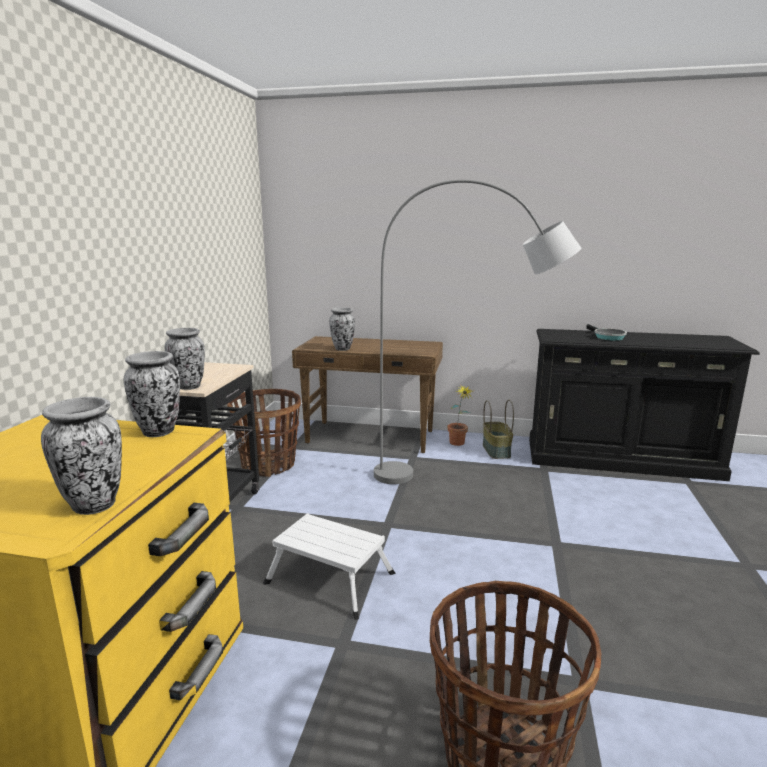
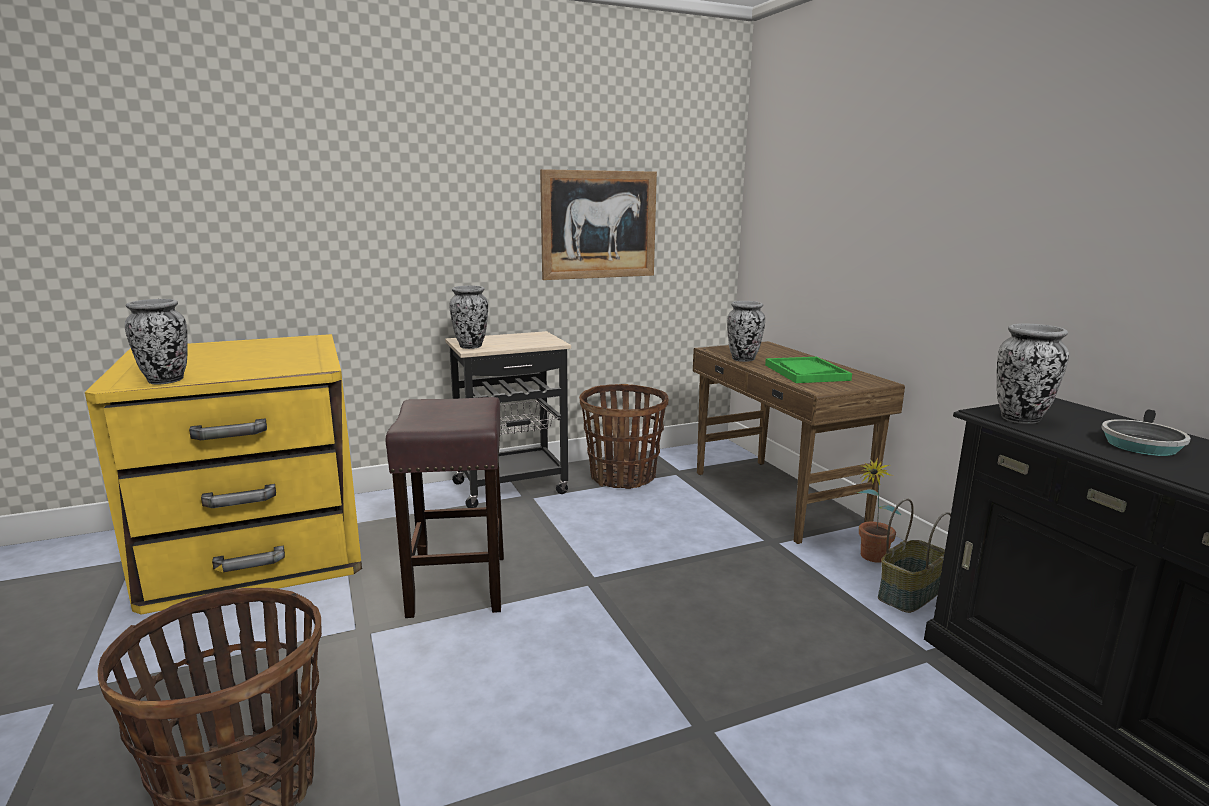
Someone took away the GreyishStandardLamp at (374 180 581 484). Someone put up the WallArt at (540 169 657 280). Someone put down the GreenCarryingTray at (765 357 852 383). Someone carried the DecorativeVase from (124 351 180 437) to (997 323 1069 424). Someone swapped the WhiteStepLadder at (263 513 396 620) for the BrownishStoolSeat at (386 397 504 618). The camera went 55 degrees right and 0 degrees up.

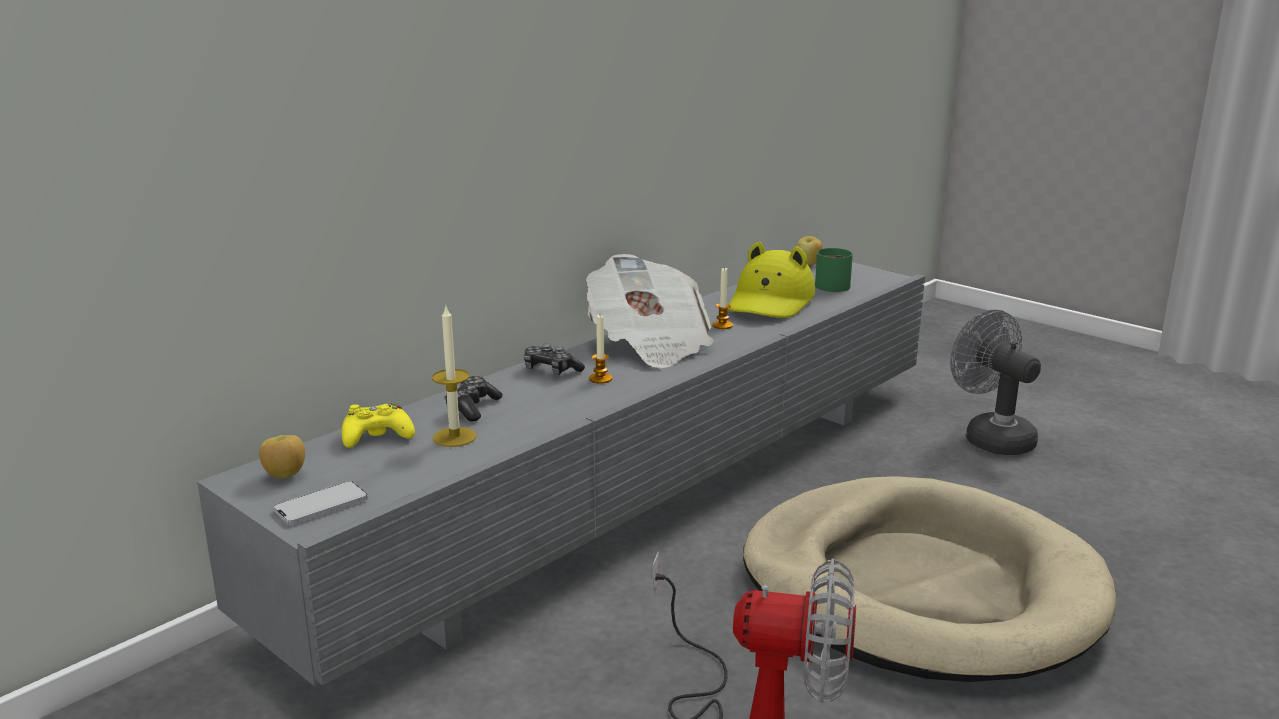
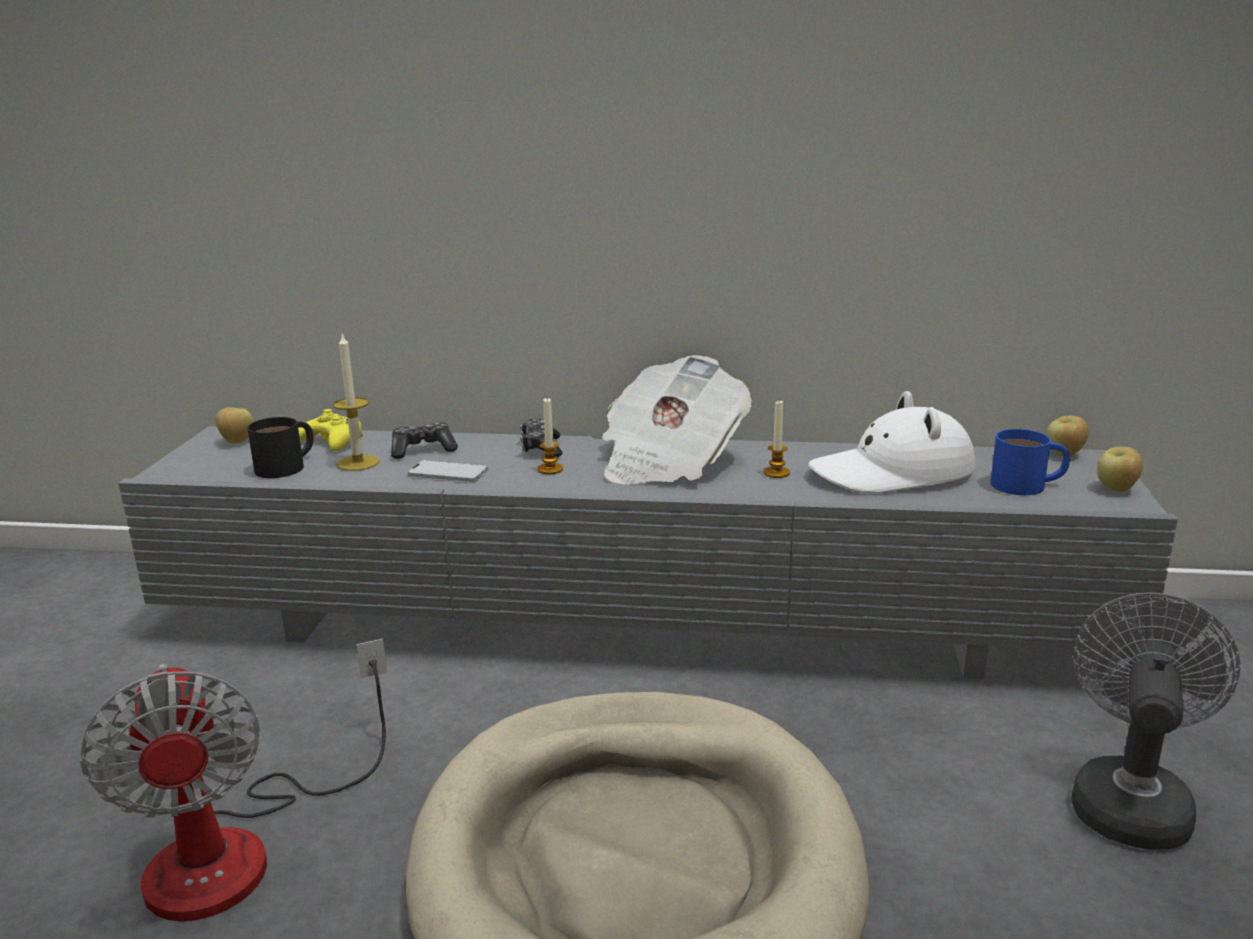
Someone put down the BlackishMug at (247 417 313 478). Someone put down the Apple at (1097 447 1143 492). Someone carried the Phone from (273 481 368 525) to (407 460 488 482). Someone repainted the YellowishClothingHat at (728 242 815 318), which became the WhiteClothingHat at (808 391 975 493). Someone repainted the GreenMug at (815 248 853 292), which became the BlueColouredMug at (990 429 1070 495). The camera went 55 degrees right and 0 degrees up.

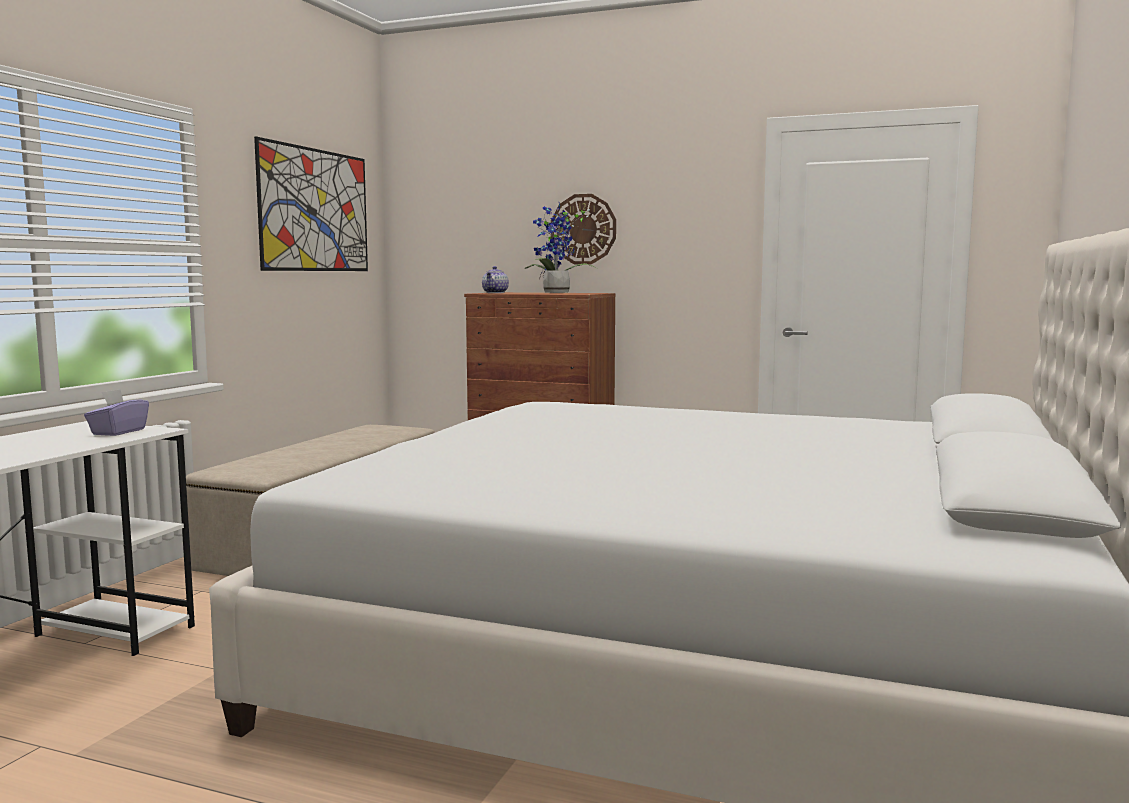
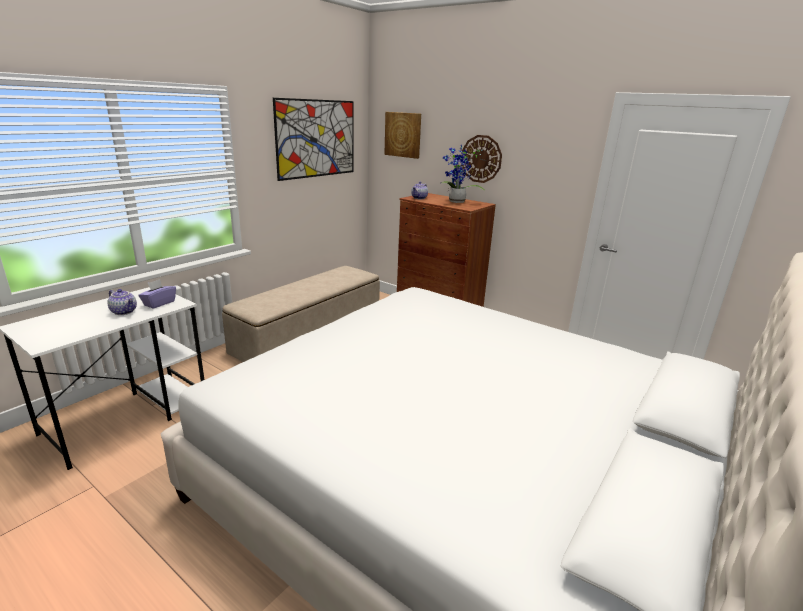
Someone put down the PotForTea at (107 289 137 315). Someone put up the WallArt at (384 112 421 159). The camera went 15 degrees right and 15 degrees up.

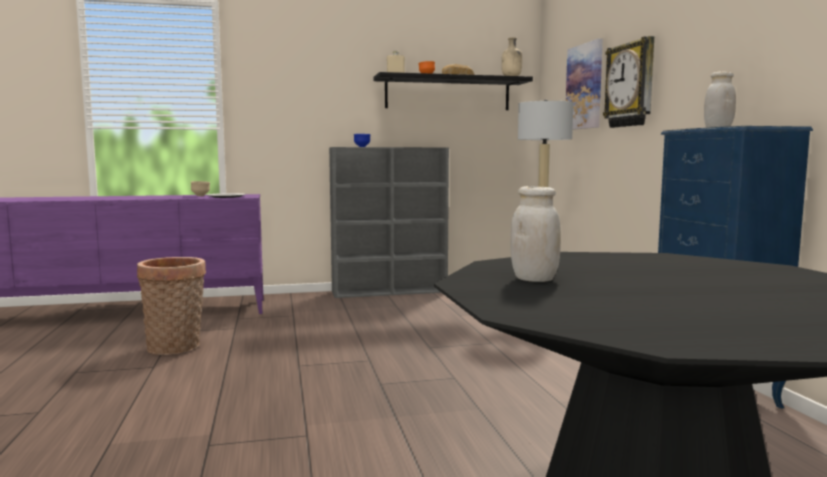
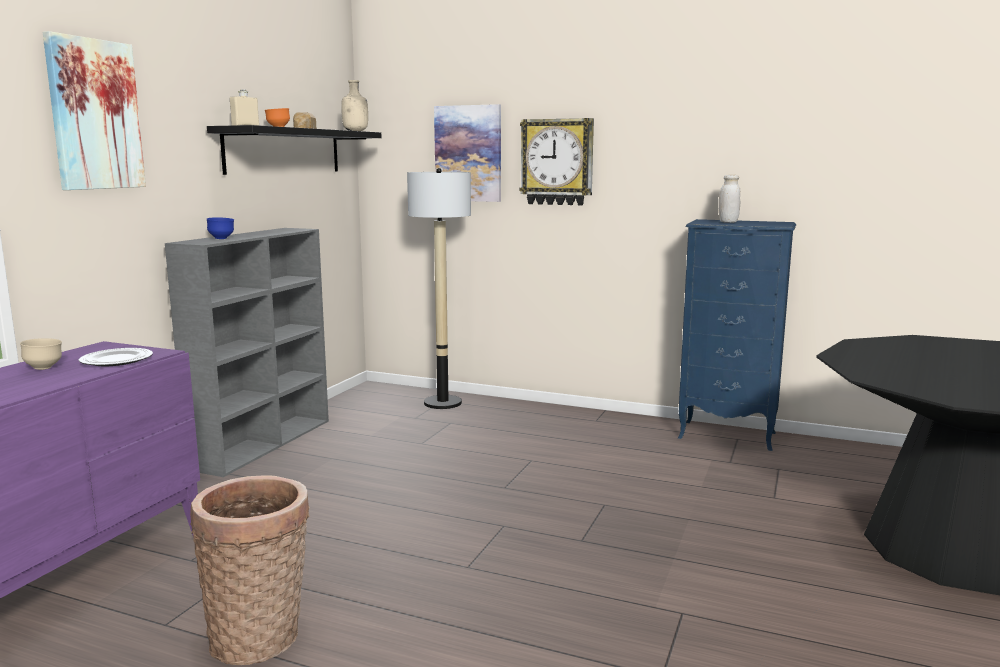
Someone took away the WhiteJar at (510 186 561 282). Someone put up the WallArt at (43 31 146 190). The camera went 55 degrees left and 5 degrees up.

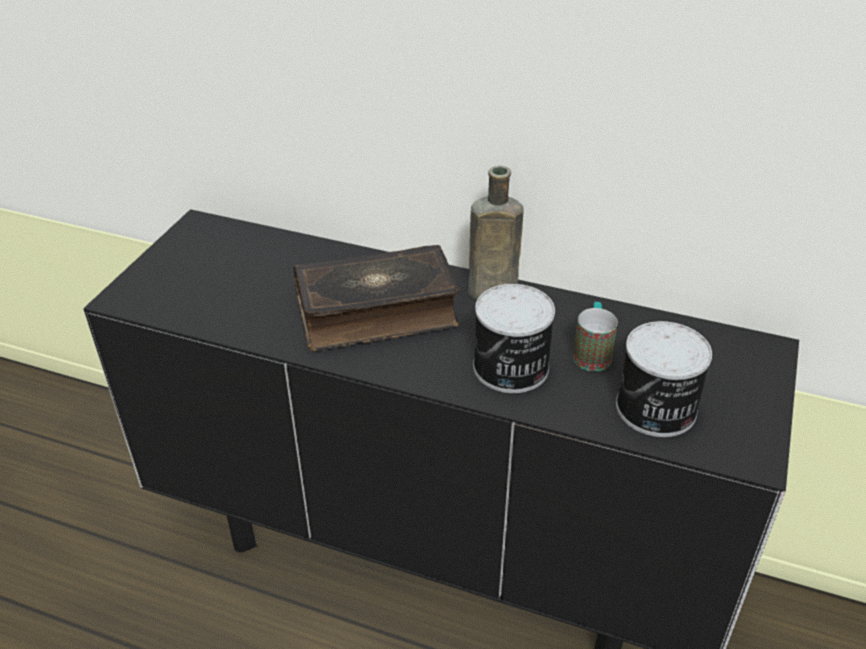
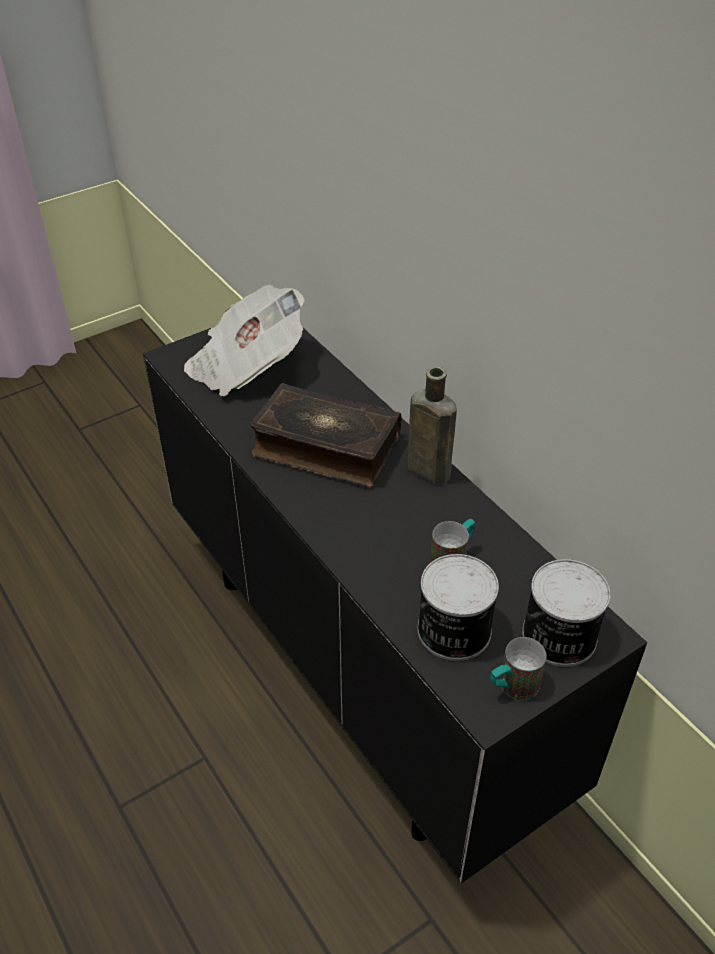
Someone put down the PrintedPaper at (184 285 305 397). Someone put down the Mug at (490 637 547 700). Someone carried the MetalCan from (473 284 555 393) to (522 559 611 667). The camera went 35 degrees right and 5 degrees up.

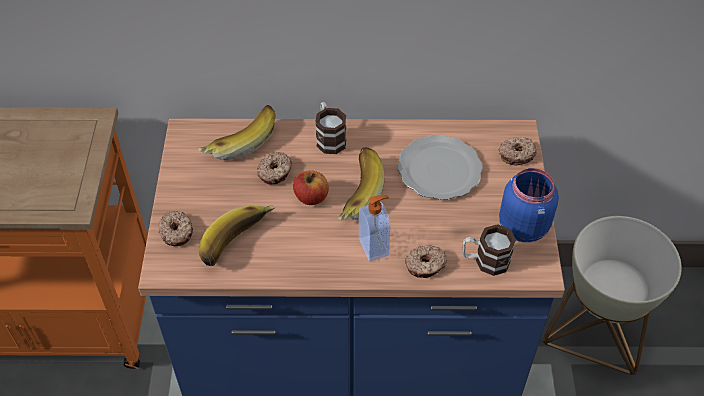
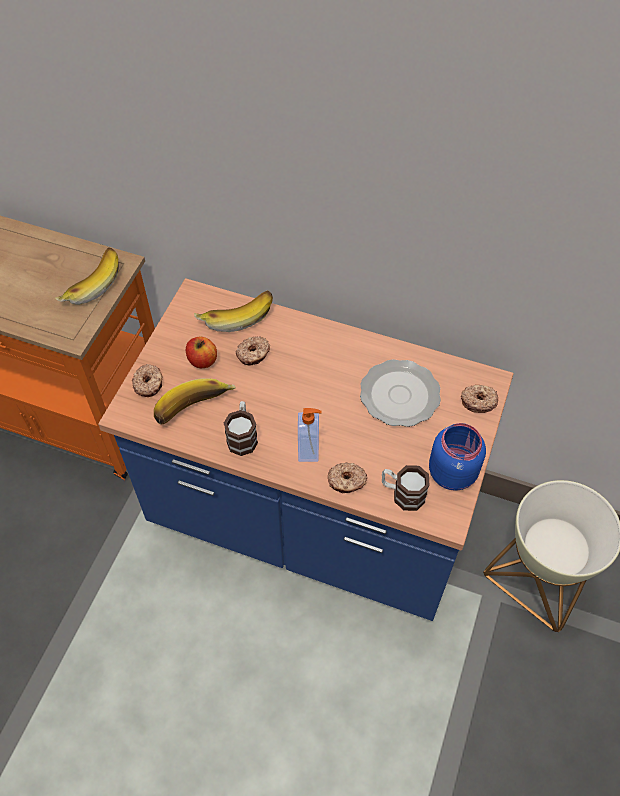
Someone carried the Apple from (293 170 329 205) to (186 337 217 368). Someone carried the Mug from (315 102 346 154) to (224 401 258 456). Someone carried the WholeBanana from (336 147 384 220) to (55 248 119 305). The camera went 20 degrees right and 5 degrees up.

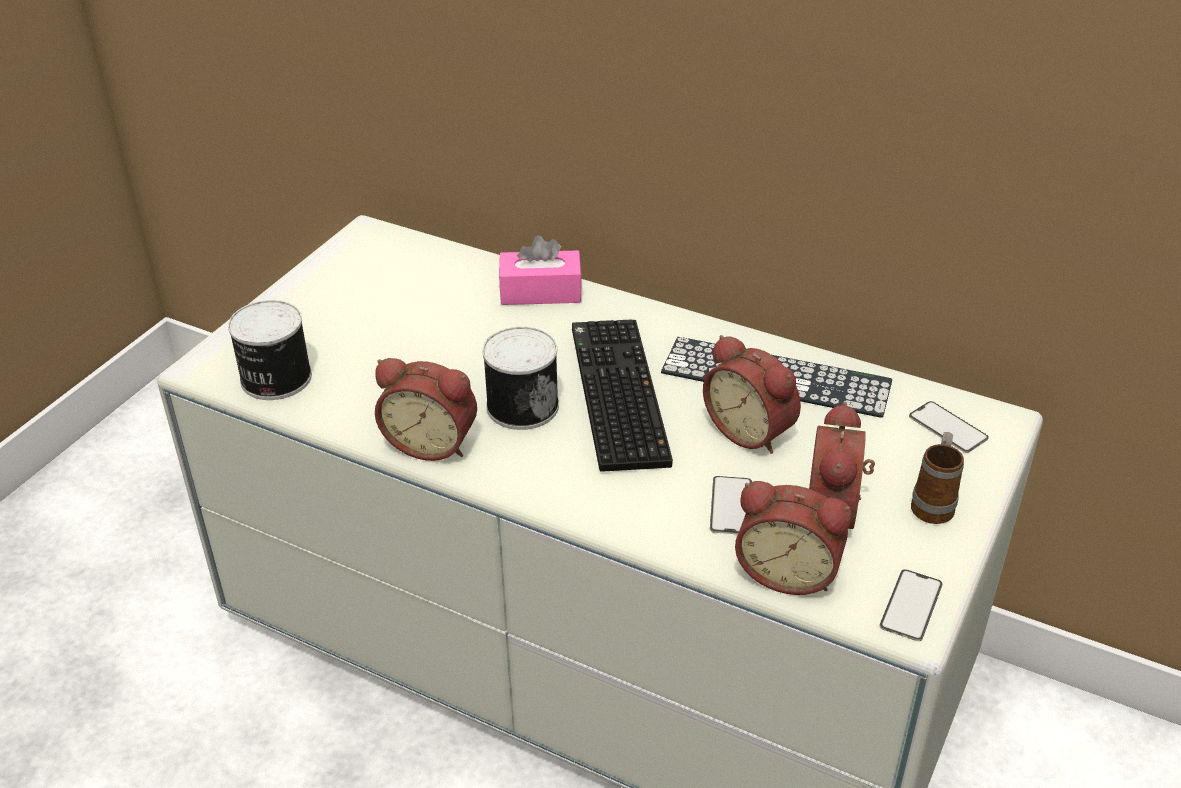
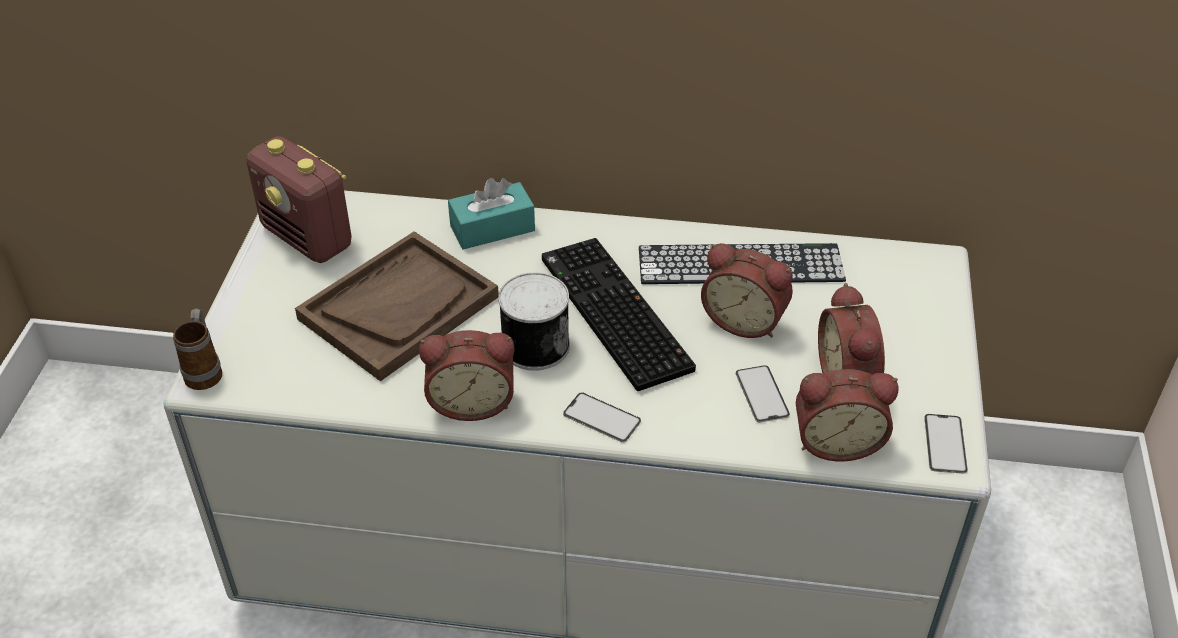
Someone took away the MetalCan at (228 300 312 400). Someone put down the Radio at (247 136 352 263). Someone put down the BrownishCarryingTray at (295 231 499 381). Someone carried the Phone from (909 401 989 453) to (563 392 641 443). Someone carried the Mug from (911 432 964 524) to (173 308 222 390). Someone repainted the PinkTissueBox at (499 235 582 305), which became the BlueGreenTissueBox at (448 178 535 250). The camera went 20 degrees left and 5 degrees up.

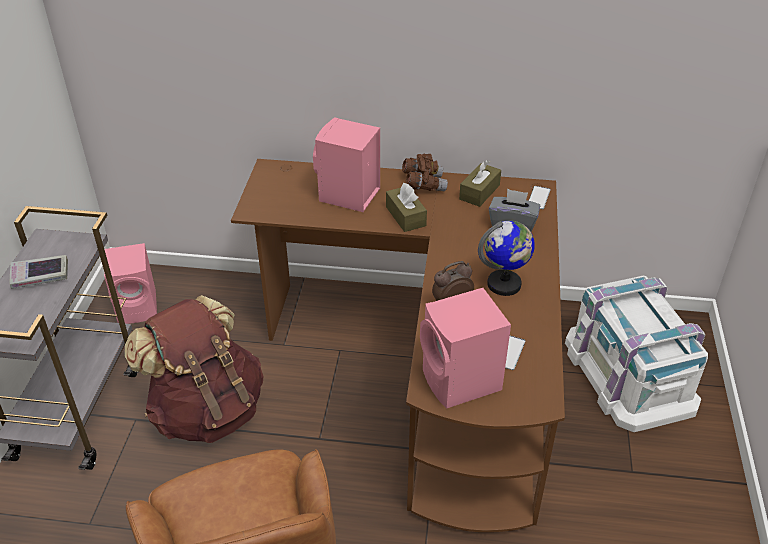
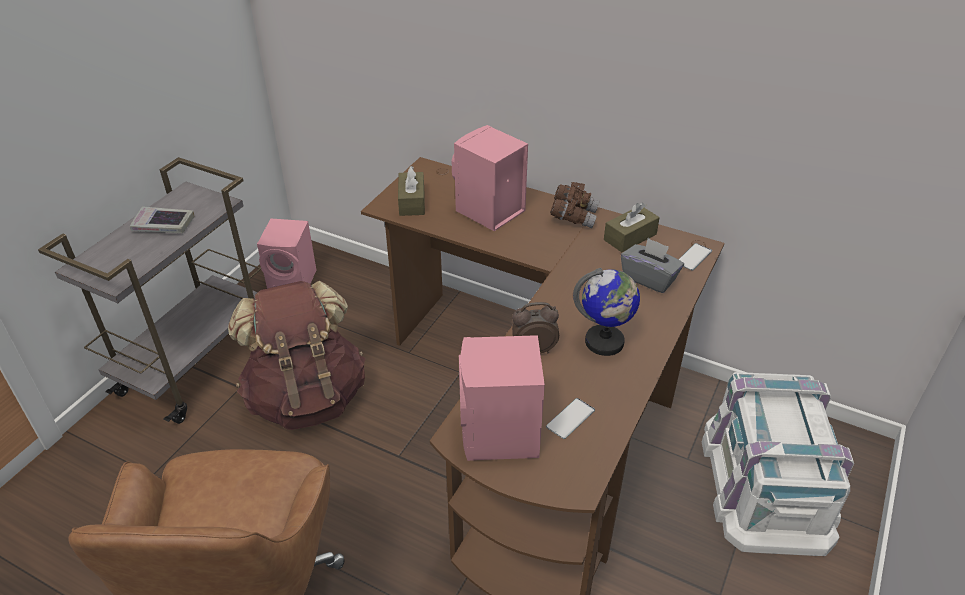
Someone carried the BrownishTissueBox from (386 183 427 232) to (398 166 425 216). The camera went 20 degrees right and 0 degrees up.

